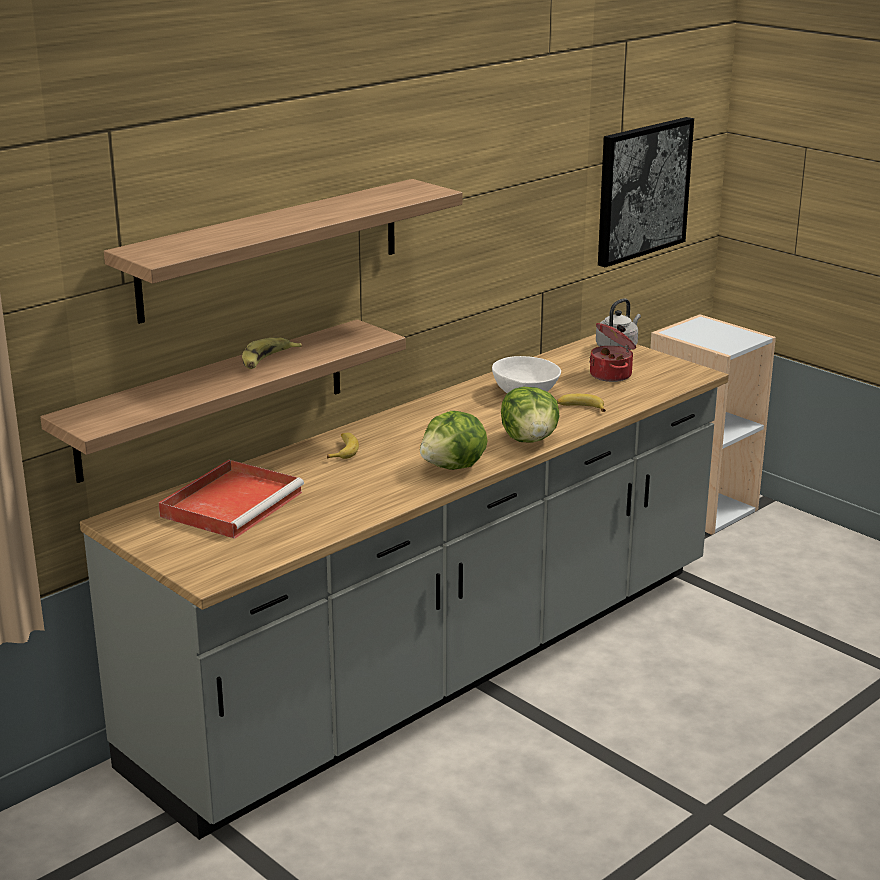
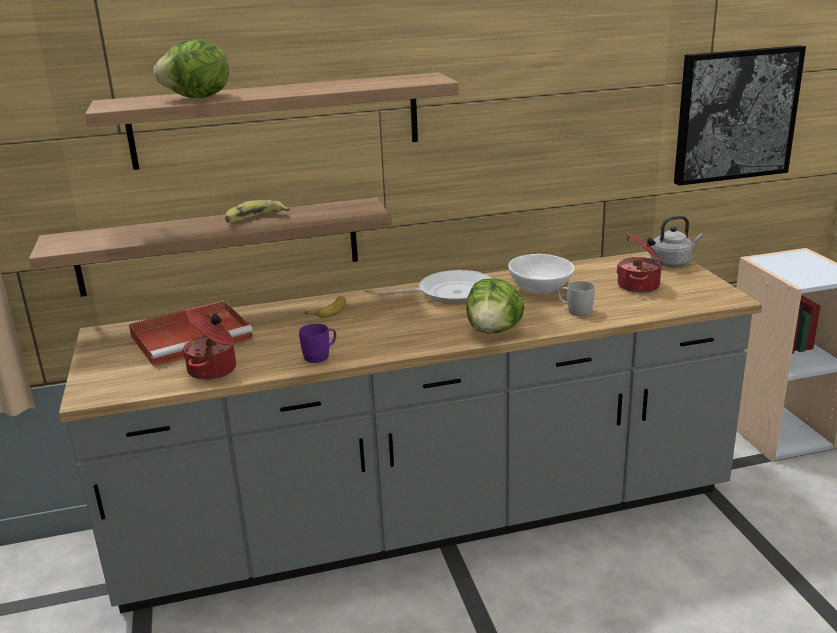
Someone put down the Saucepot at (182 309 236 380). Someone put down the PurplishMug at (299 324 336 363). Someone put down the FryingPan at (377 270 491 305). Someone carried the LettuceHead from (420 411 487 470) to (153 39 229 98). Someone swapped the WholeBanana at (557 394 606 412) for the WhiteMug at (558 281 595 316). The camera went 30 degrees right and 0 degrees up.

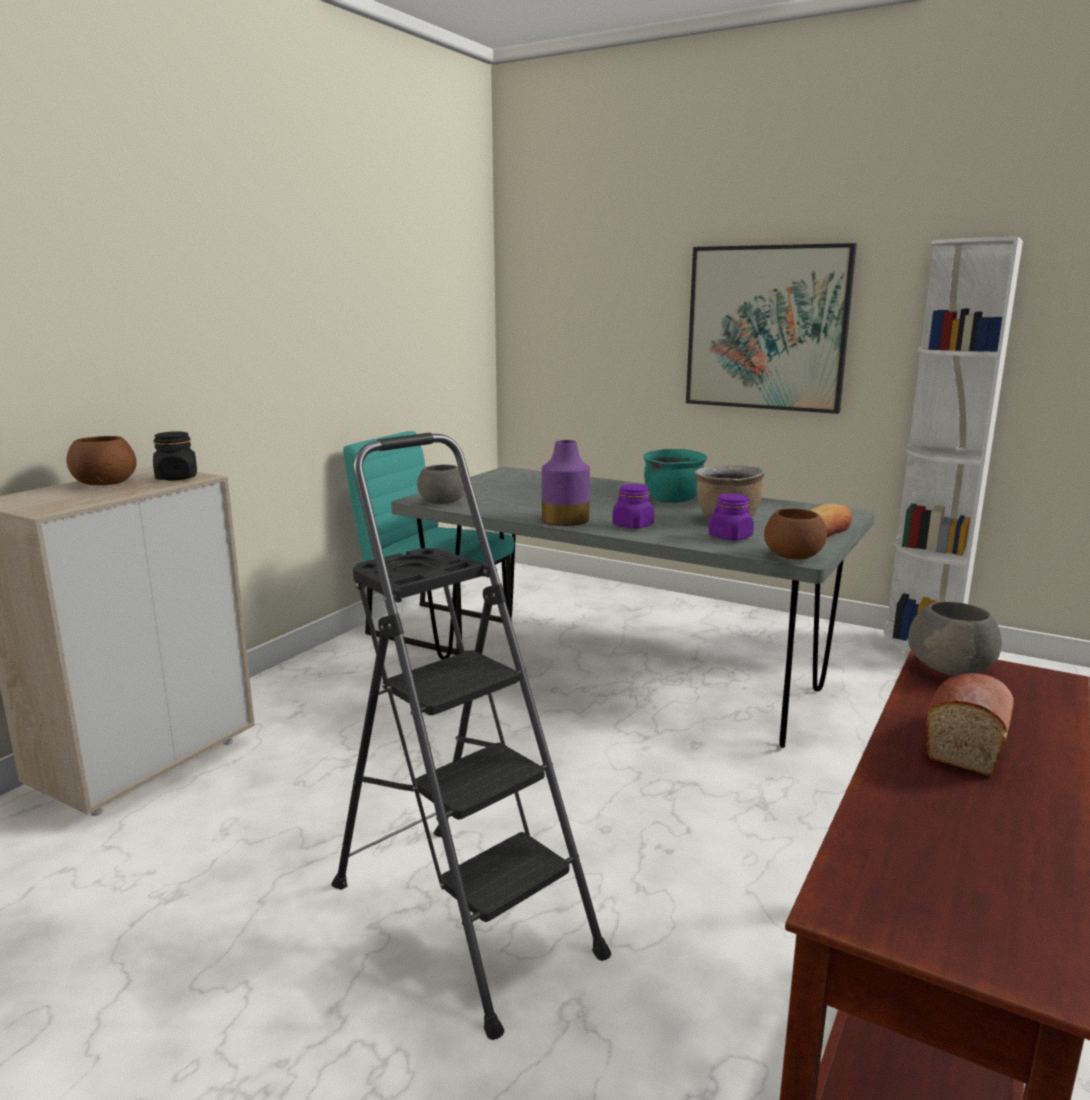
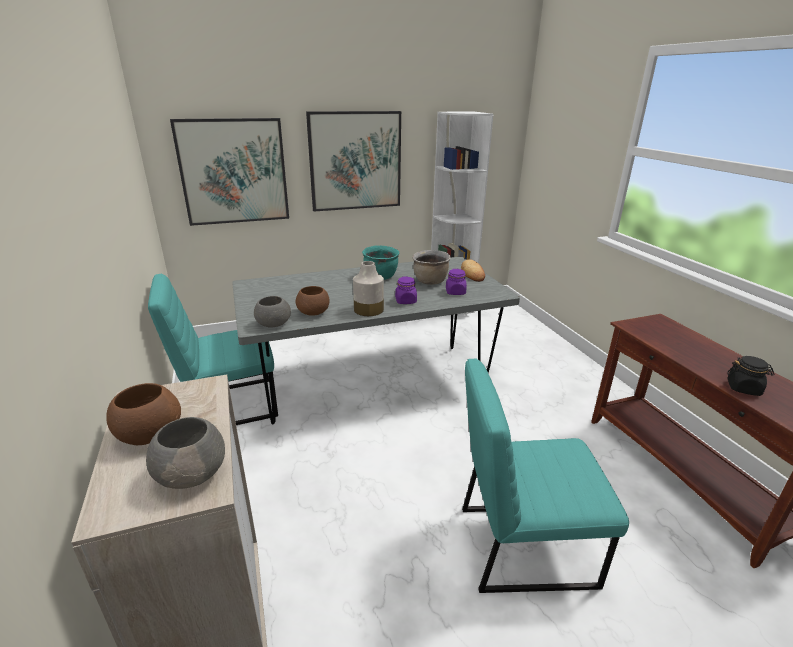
Someone took away the BakedBread at (926 673 1014 776). Someone put up the WallArt at (170 118 289 226). Someone carried the BlackishJar from (153 431 197 481) to (727 356 774 396). Someone carried the BrownishDeepDish from (764 508 827 559) to (296 286 329 316). Someone carried the GreyishDeepDish from (908 601 1002 676) to (146 417 225 489). Someone swapped the StepLadder at (331 433 611 1040) for the BlueGreenUprightChair at (462 358 629 593). Someone repainted the PurplishDecorativeVase at (542 440 590 526), which became the BeigeDecorativeVase at (353 261 384 316). The camera went 50 degrees left and 10 degrees up.

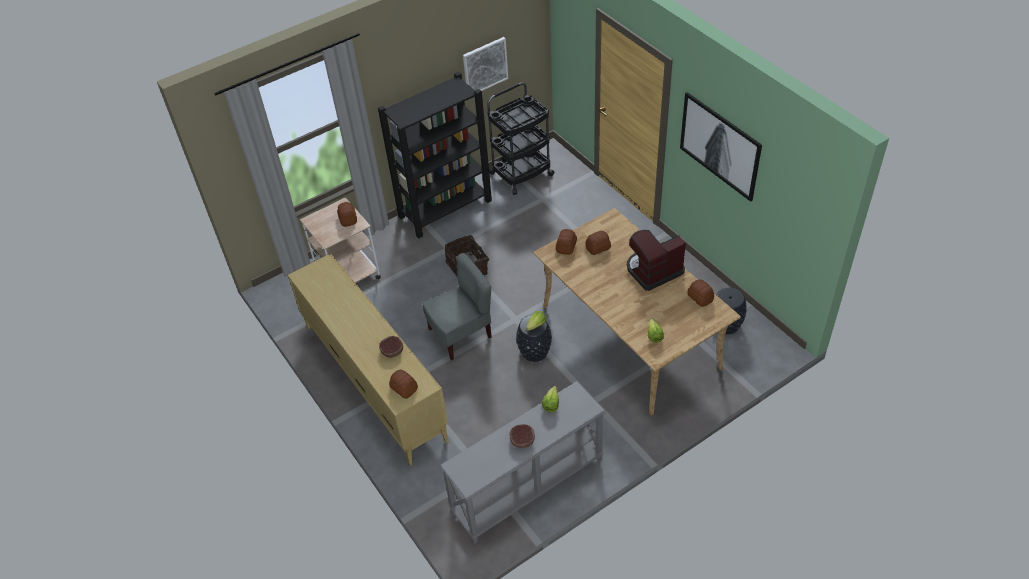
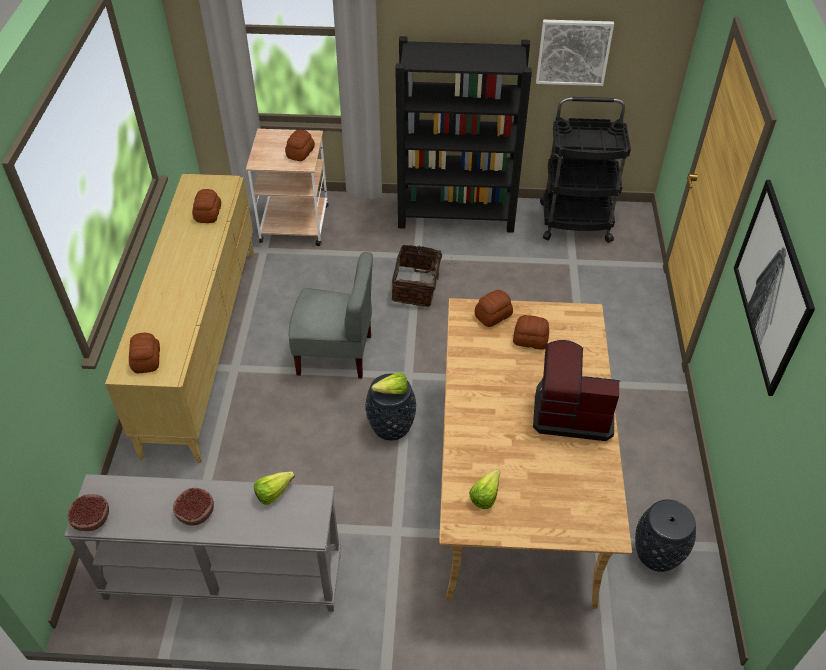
Someone carried the DeepDish from (379 336 403 358) to (68 494 109 531). Someone carried the BakedBread from (687 279 714 307) to (192 189 221 223). The camera went 35 degrees right and 0 degrees up.

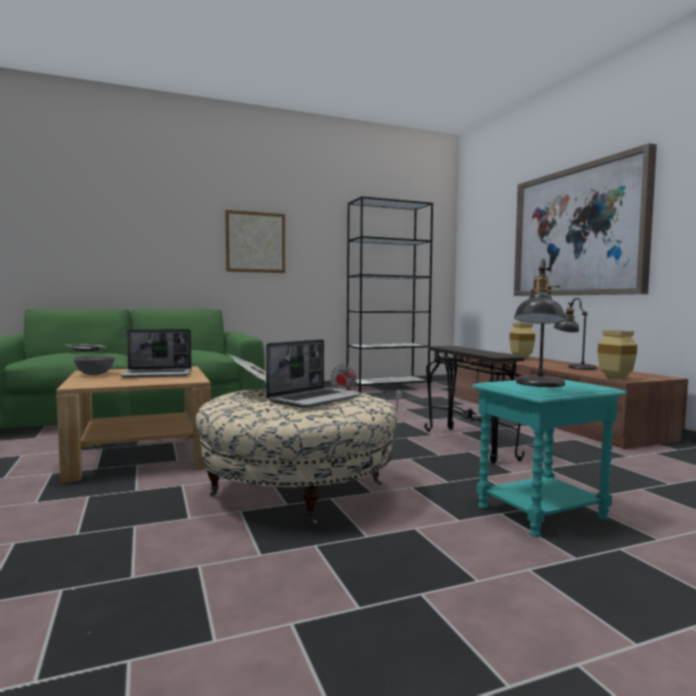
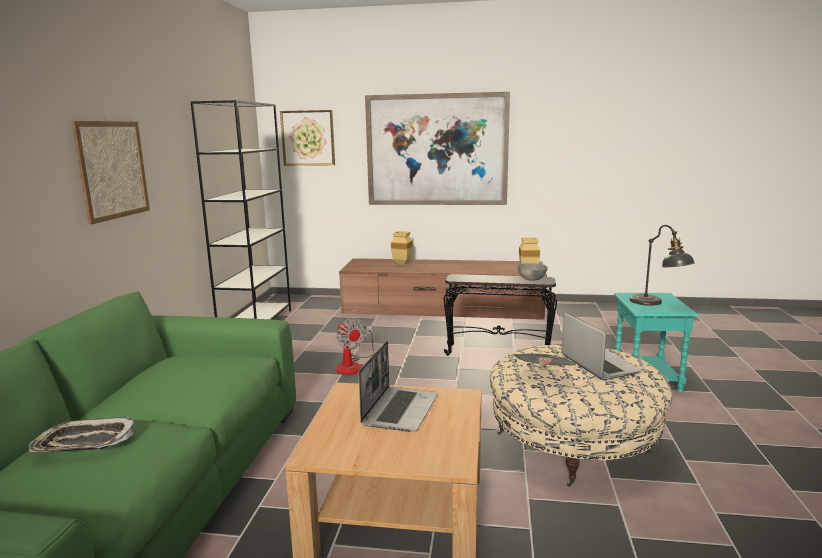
Someone took away the GreyishLampForATable at (554 298 597 370). Someone put up the WallArt at (280 110 335 166). Someone carried the GreyishDeepDish from (74 355 115 375) to (517 263 548 281). The camera went 60 degrees left and 10 degrees up.

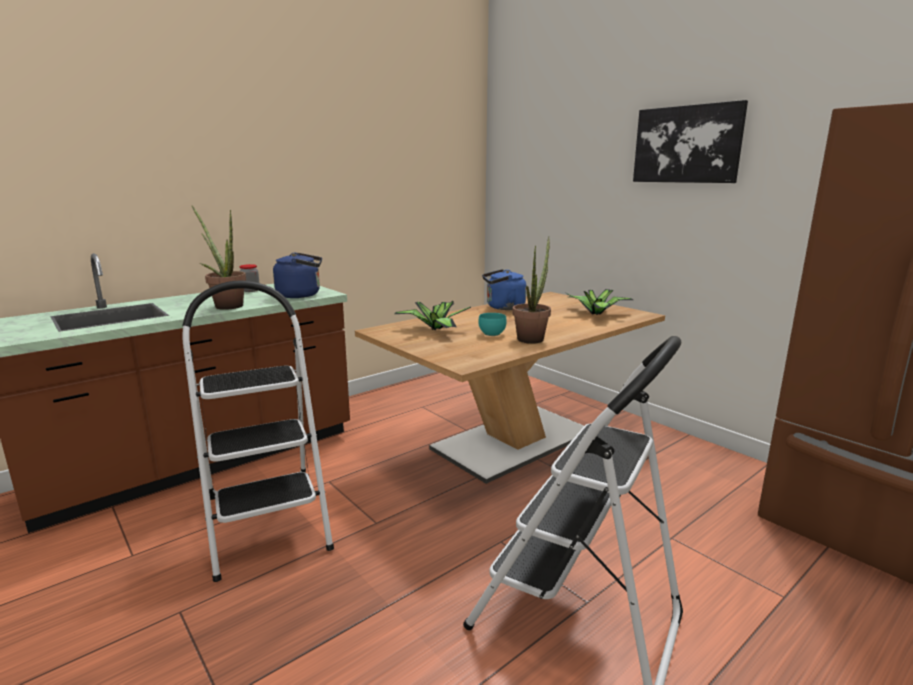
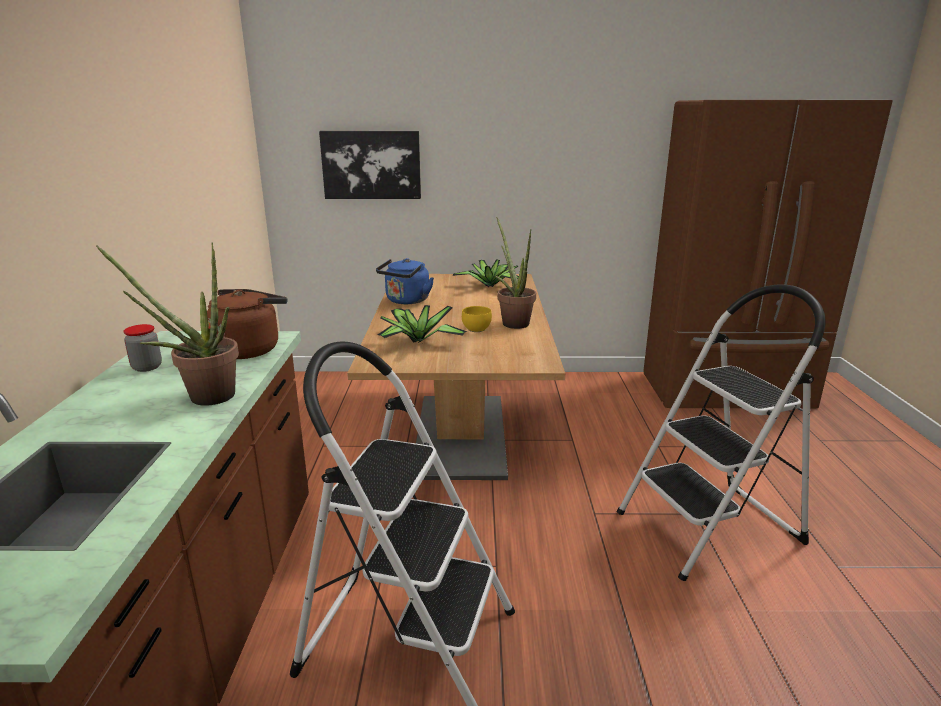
Someone carried the WallArt from (633 100 748 183) to (319 131 421 199). Someone repainted the BlueColouredKettle at (273 253 322 298), which became the BrownishKettle at (207 289 287 359). Someone repainted the BlueGreenDeepDish at (478 313 507 336), which became the YellowishDeepDish at (462 306 492 332). The camera went 50 degrees left and 5 degrees up.

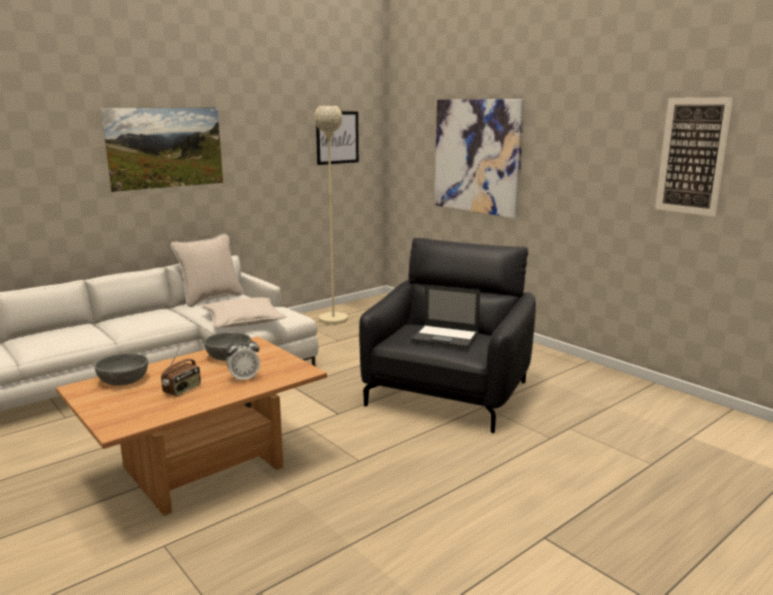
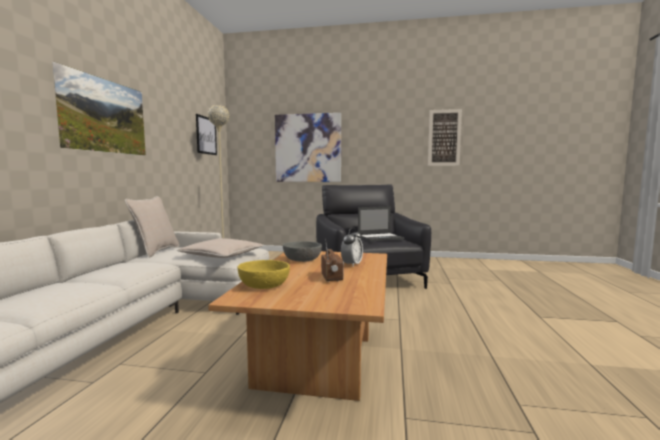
Someone repainted the GreyishDeepDish at (95 353 148 386), which became the YellowishDeepDish at (238 260 290 289). The camera went 40 degrees left and 10 degrees down.

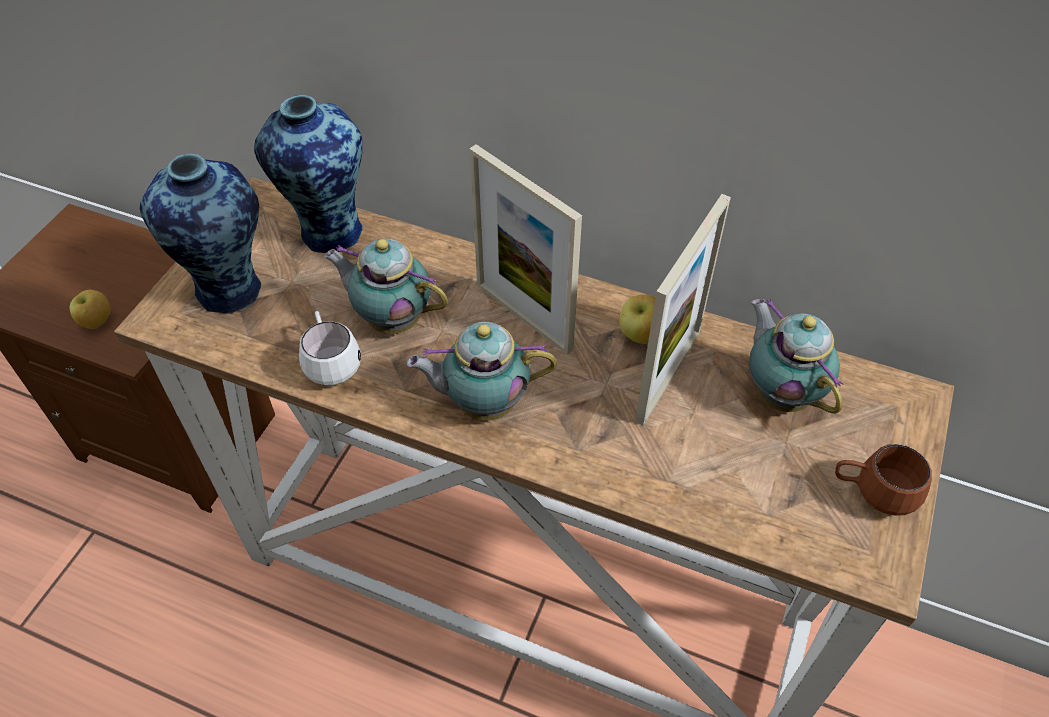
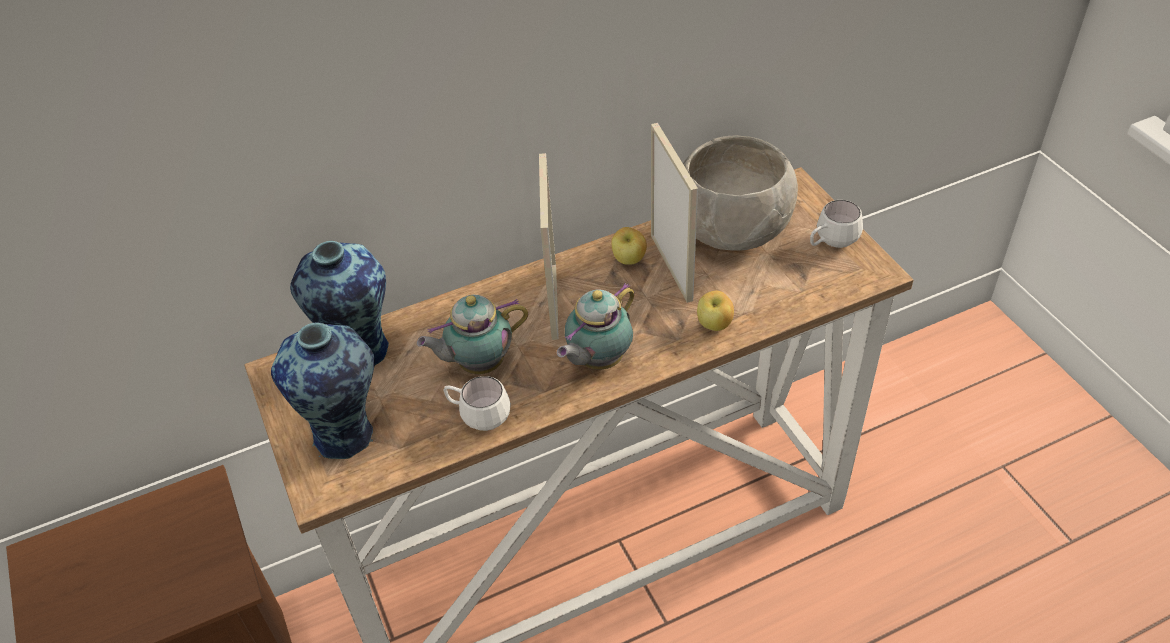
Someone carried the Apple from (70 290 110 329) to (697 290 734 331). Someone swapped the PotForTea at (749 299 843 414) for the GreyishDeepDish at (683 135 798 251). Someone repainted the BrownishMug at (835 444 932 516), which became the WhiteMug at (810 200 863 248). Someone rotated the PictureFrame at (469 144 582 355) by 90 degrees counterclockwise. The camera went 45 degrees left and 5 degrees down.

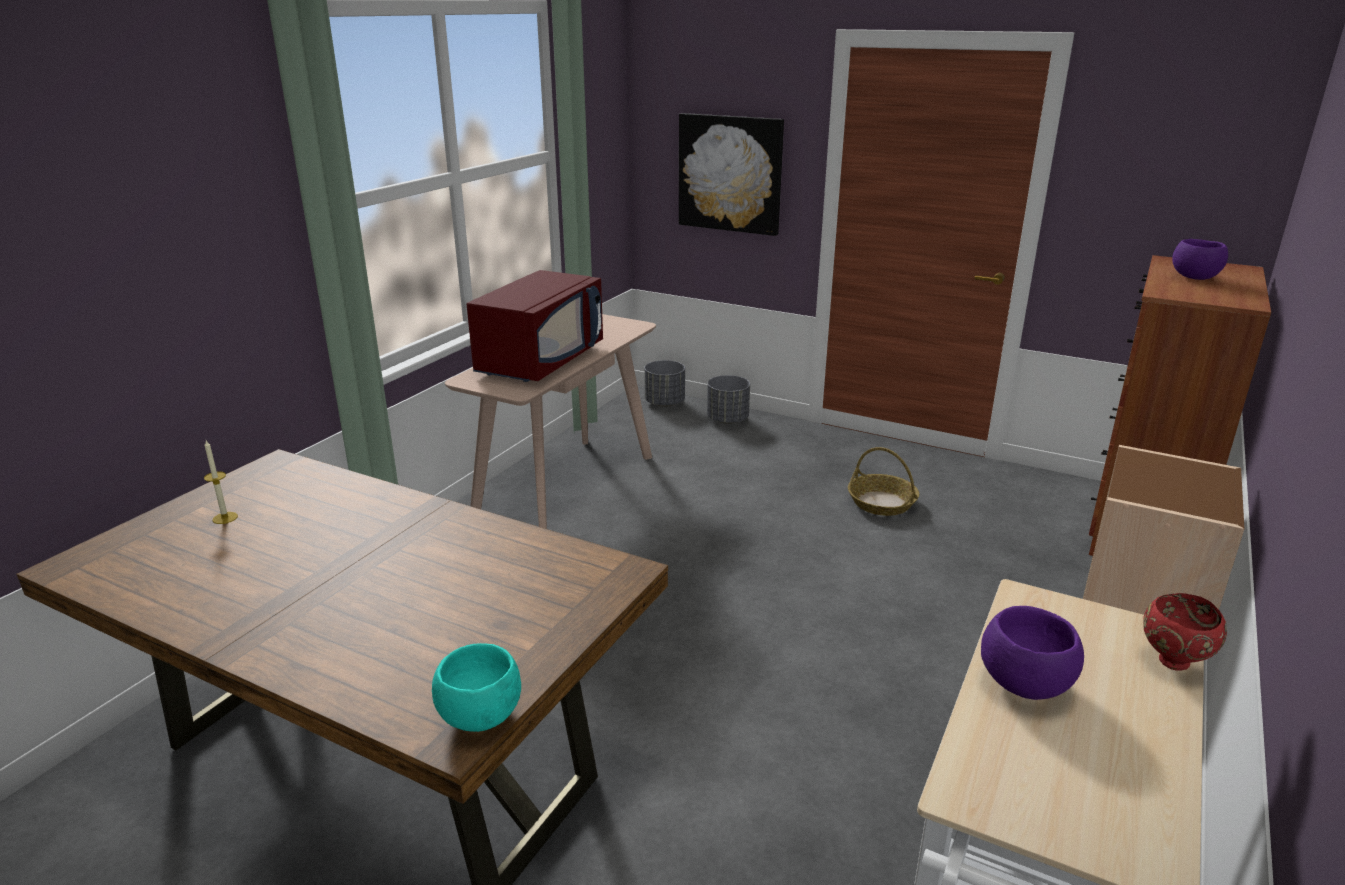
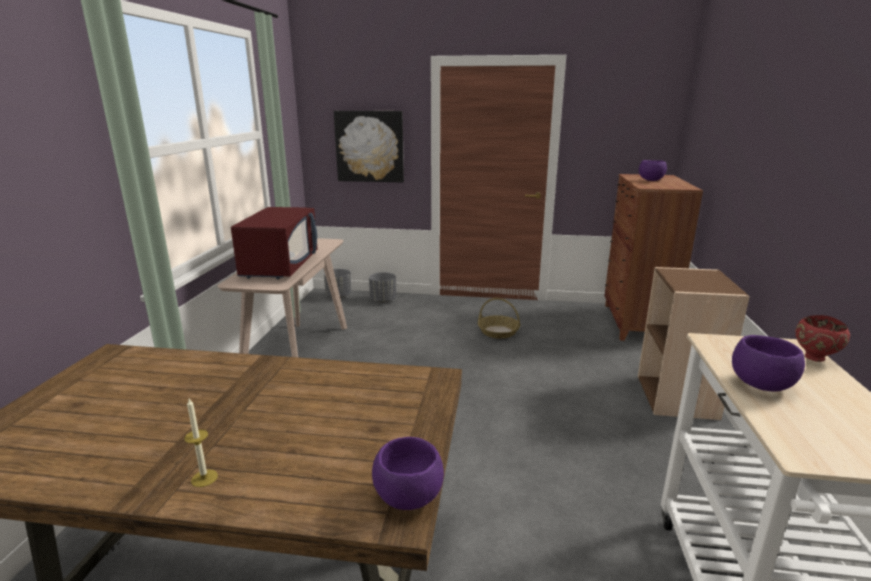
Someone carried the WaxLight from (204 440 238 524) to (184 399 218 487). Someone repainted the BlueGreenDeepDish at (432 643 521 732), which became the PurplishDeepDish at (372 437 444 510). The camera went 20 degrees left and 5 degrees down.

